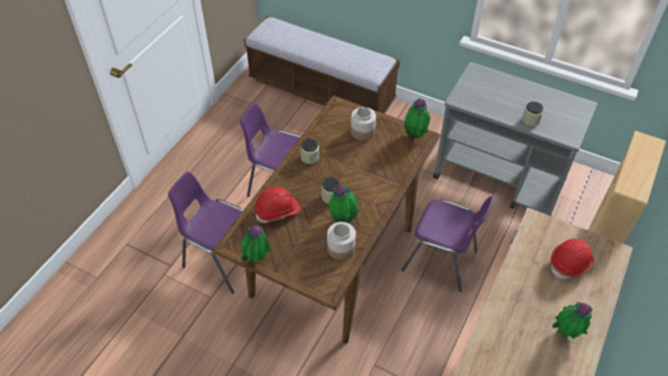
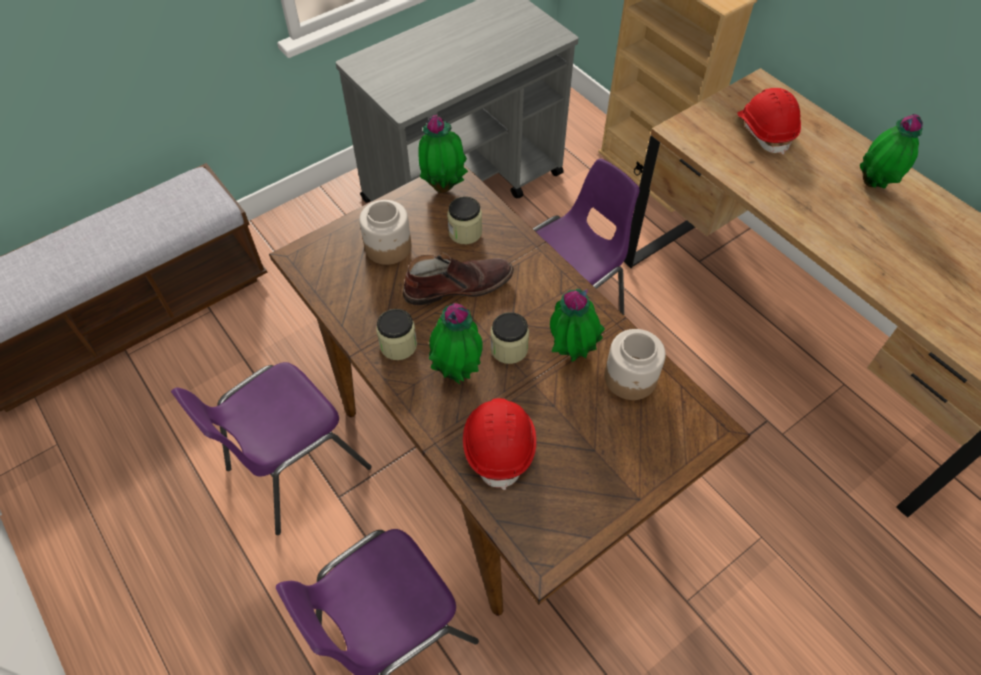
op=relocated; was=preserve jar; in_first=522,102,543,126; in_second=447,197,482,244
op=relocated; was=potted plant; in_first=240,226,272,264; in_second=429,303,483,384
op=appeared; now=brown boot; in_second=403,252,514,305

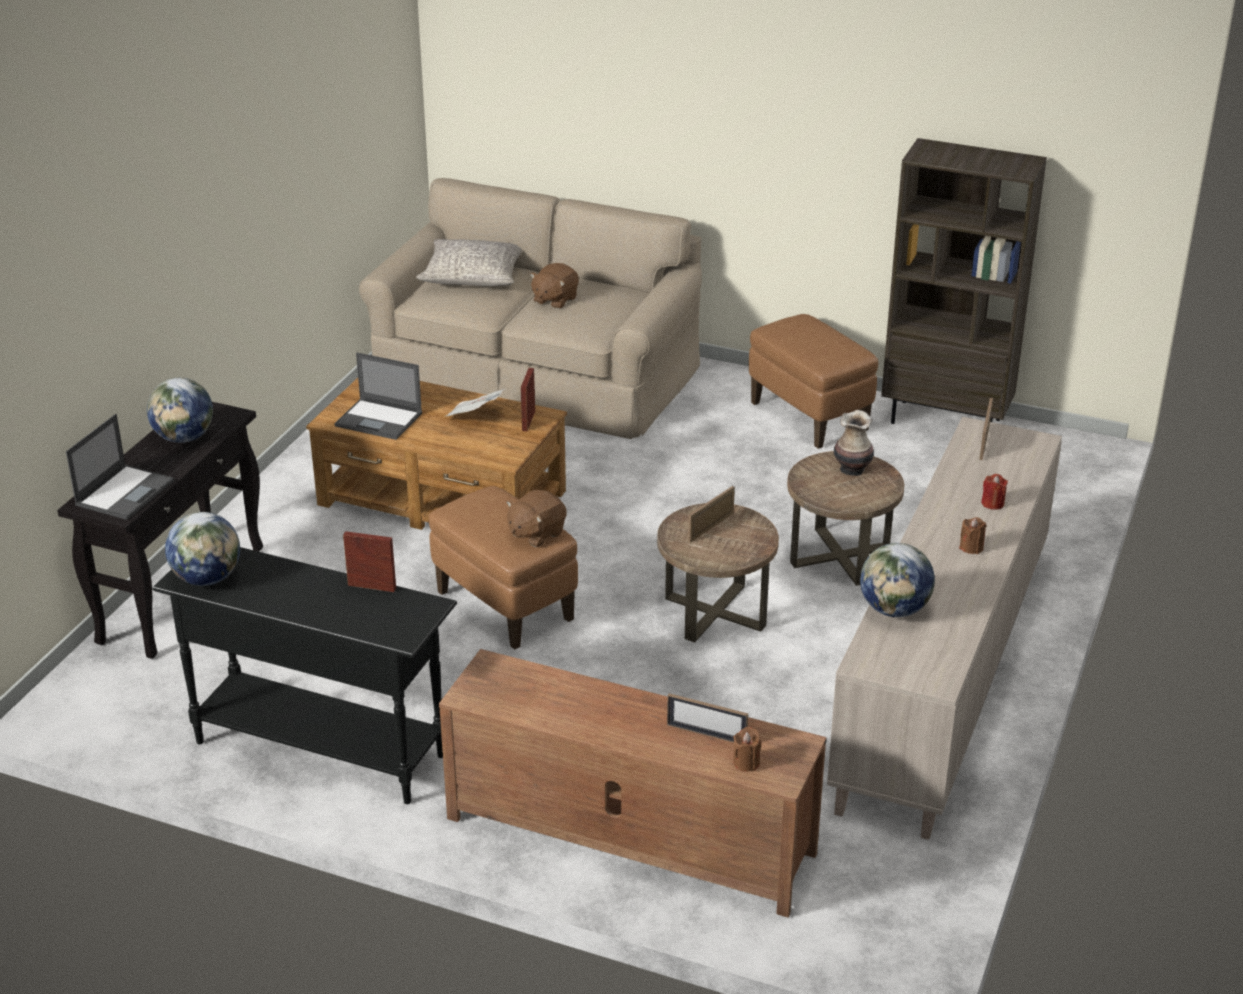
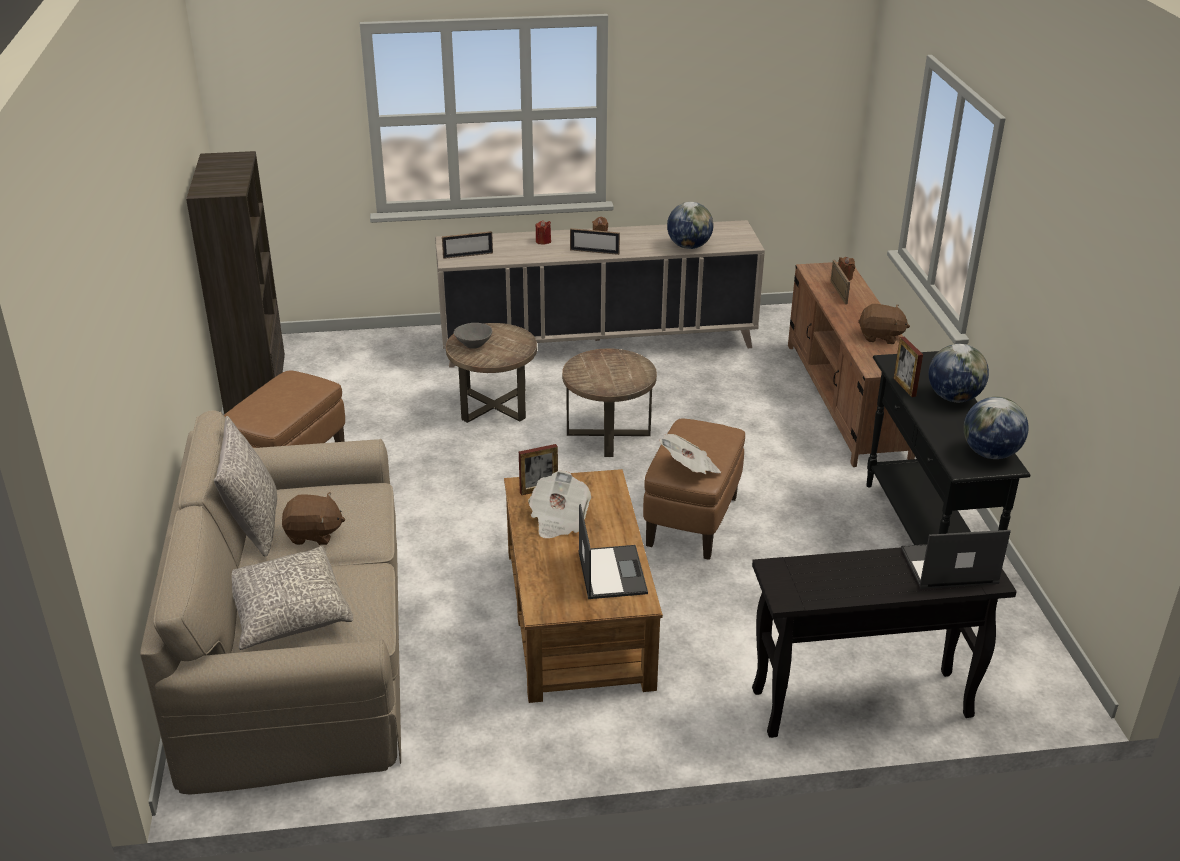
op=relocated; was=desk globe; in_first=147,378,213,443; in_second=929,344,989,402
op=exchanged; was=flower vase; now=grey serving bowl; in_first=834,410,874,476; in_second=454,323,492,349
op=relocated; was=photo frame; in_first=688,486,735,543; in_second=570,228,620,255
op=relocated; was=brown cuddly toy; in_first=506,490,567,547; in_second=858,304,910,344
op=appeared; now=grey throw pillow; in_second=214,416,277,556
op=appeared; now=newspaper; in_second=659,434,721,474

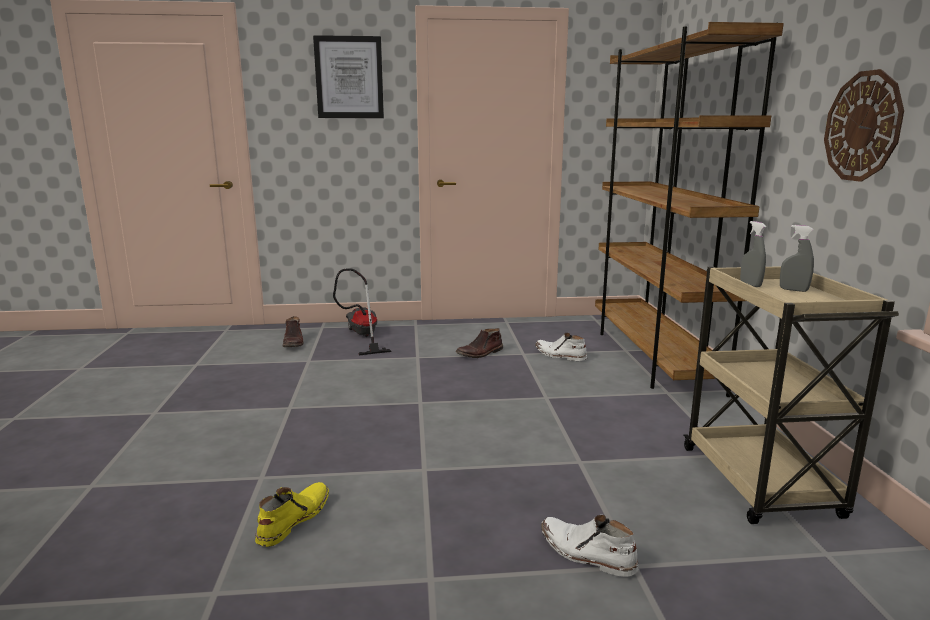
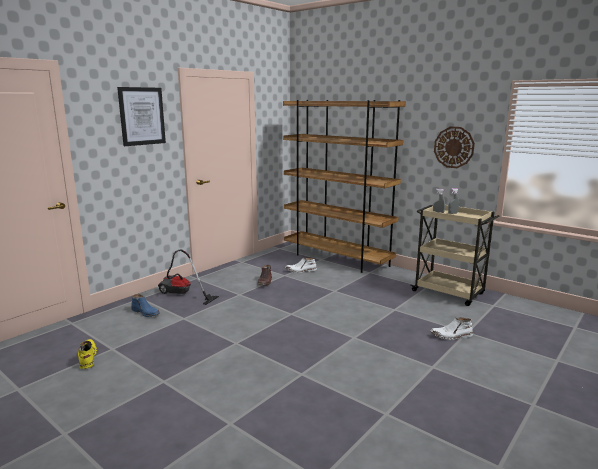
op=colour; was=brown boot; now=bluish boot; in_first=283,316,304,347; in_second=131,294,160,317
op=relocated; was=yellow boot; in_first=255,482,329,547; in_second=78,339,97,369

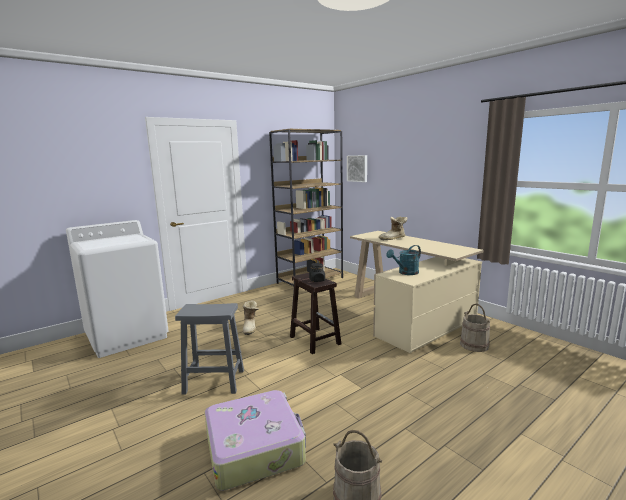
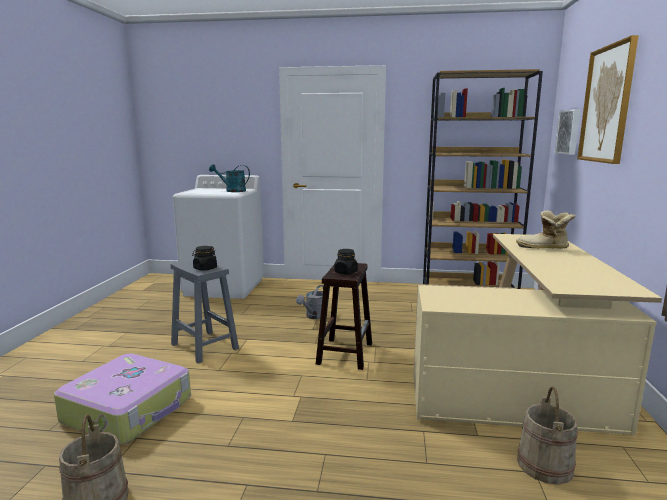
op=relocated; was=turquoise-coloured sprinkling can; in_first=386,245,421,275; in_second=209,164,250,192
op=exchanged; was=boot; now=grey sprinkling can; in_first=242,300,259,335; in_second=296,285,324,319
op=appeared; now=wall picture; in_second=577,35,639,164
op=appeared; now=black-coloured preserve jar; in_second=192,246,217,271

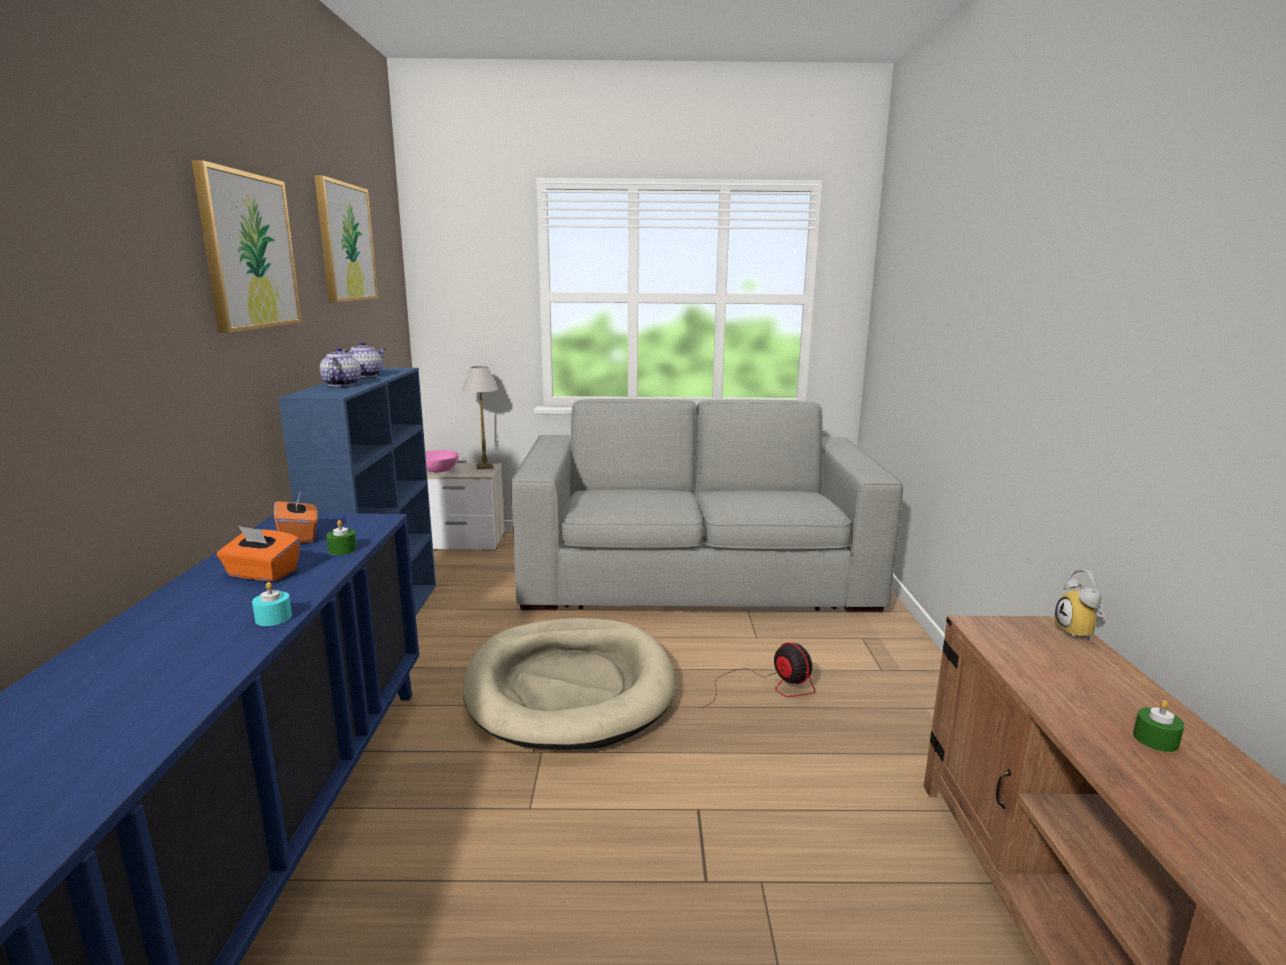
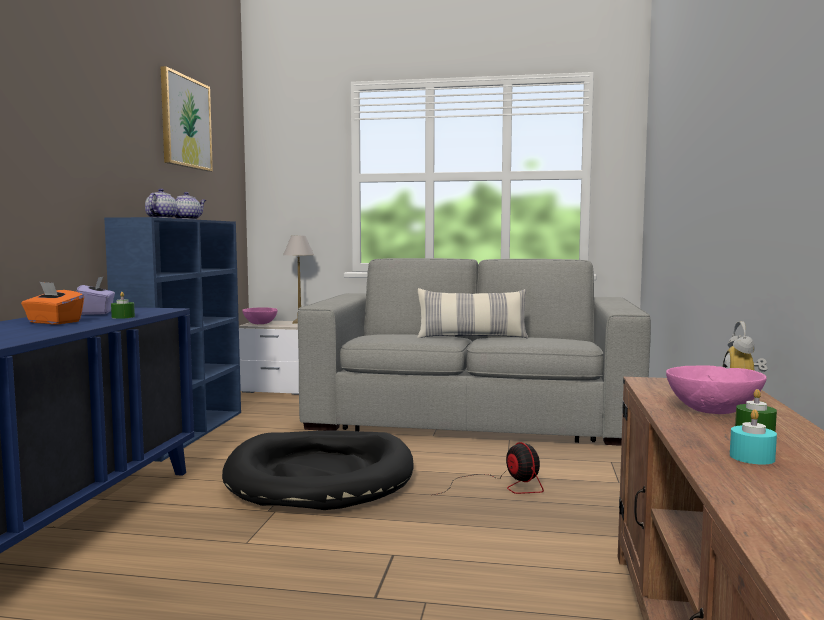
op=missing; was=wall picture; in_first=191,160,302,333
op=colour; was=orangey box of tissues; now=purple-coloured box of tissues; in_first=274,493,318,543; in_second=76,277,115,315
op=relocated; was=turquoise-coloured wax candle; in_first=252,582,292,626; in_second=730,409,777,465
op=colour; was=beige-coloured dog bed; now=black-coloured dog bed; in_first=463,618,675,750; in_second=222,431,413,510
op=appeared; now=throw pillow; in_second=417,288,528,338
op=appeared; now=pinkish serving bowl; in_second=666,365,767,414

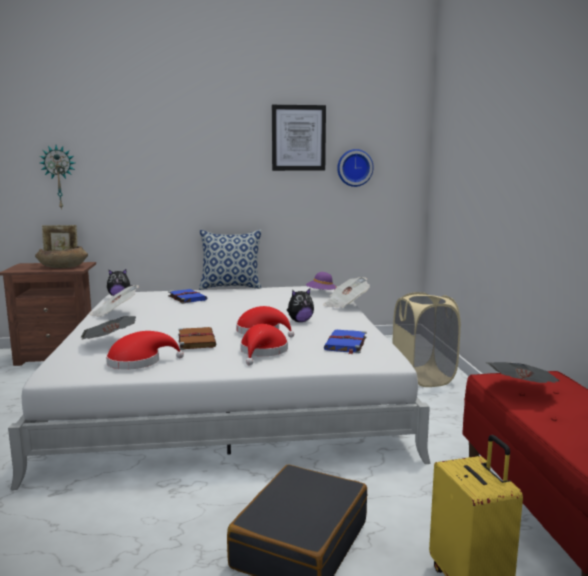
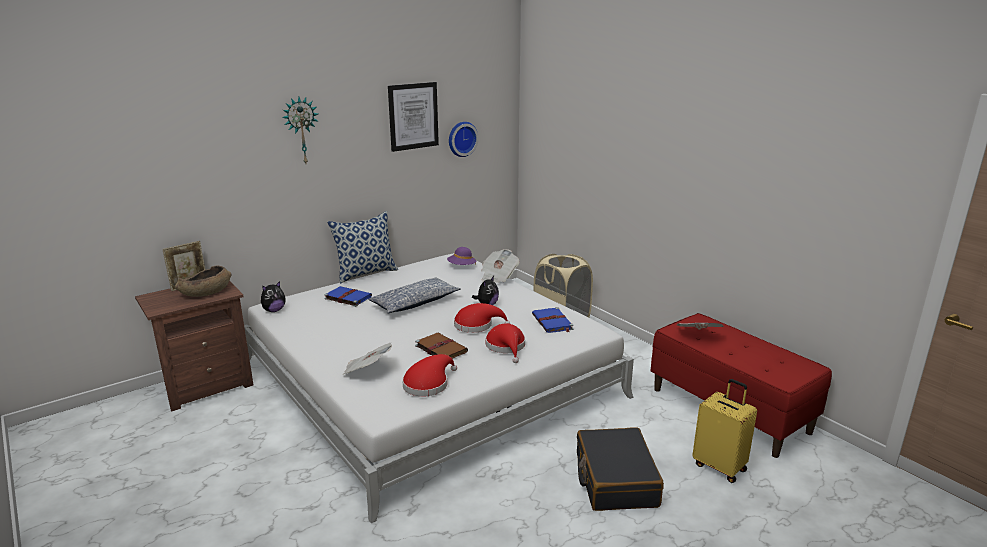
op=relocated; was=wall clock; in_first=40,145,75,210; in_second=282,97,318,163
op=missing; was=newspaper; in_first=90,285,139,317
op=appeared; now=throw pillow; in_second=368,277,461,314

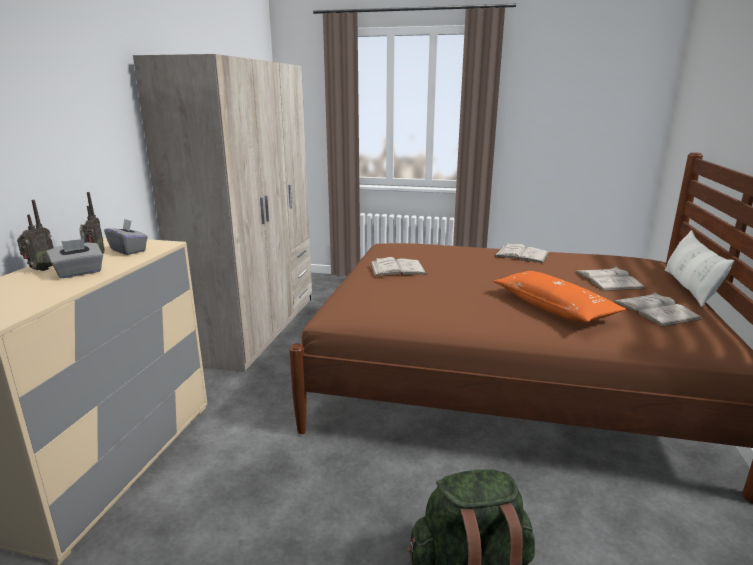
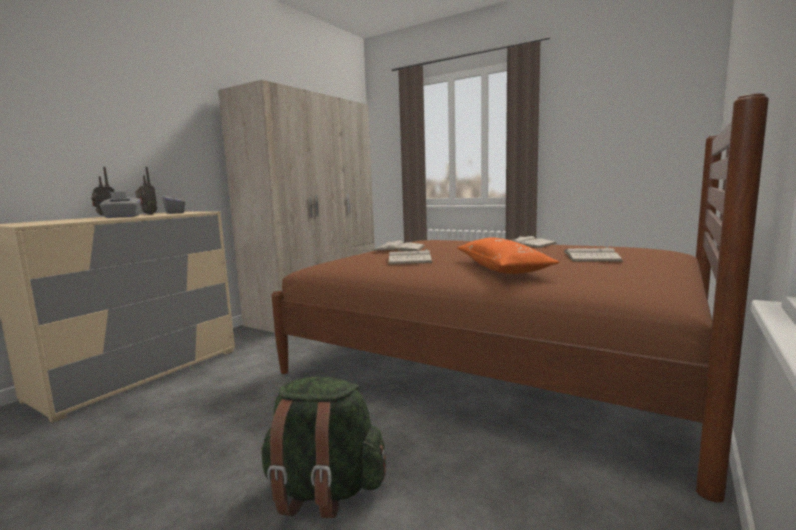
op=missing; was=white throw pillow; in_first=665,230,735,307
op=relocated; was=white bound book; in_first=612,292,703,327; in_second=388,249,433,265

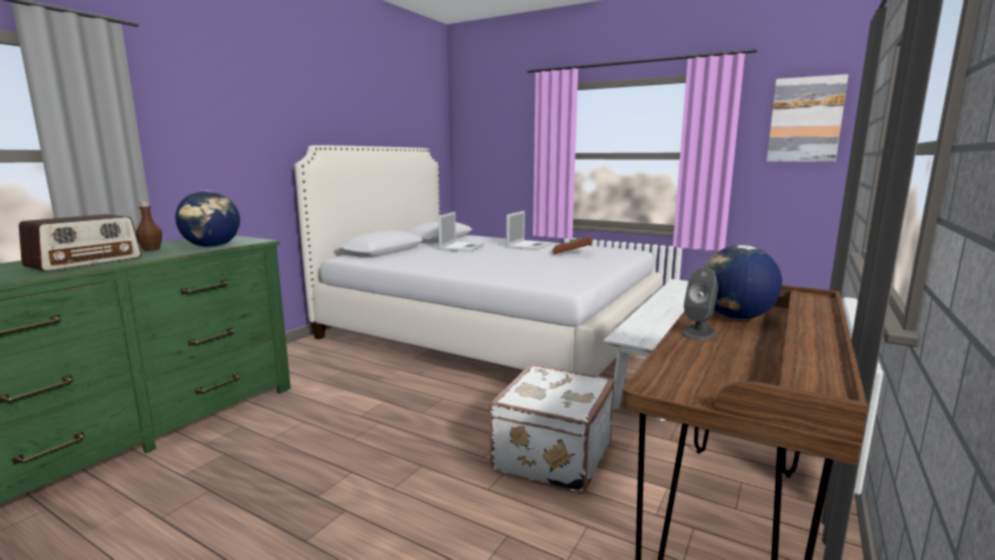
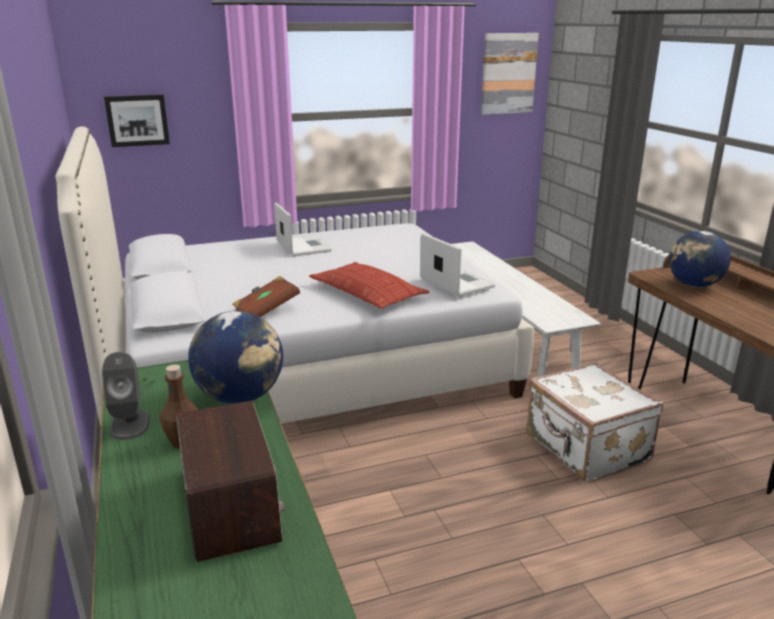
op=relocated; was=laptop; in_first=438,212,485,252; in_second=420,233,495,297
op=relocated; was=brown bound book; in_first=552,235,593,254; in_second=232,276,300,317
op=relocated; was=grey speaker; in_first=681,267,718,340; in_second=102,352,150,440
op=appeared; now=wall picture; in_second=104,95,170,147
op=appeared; now=throw pillow; in_second=309,262,430,309

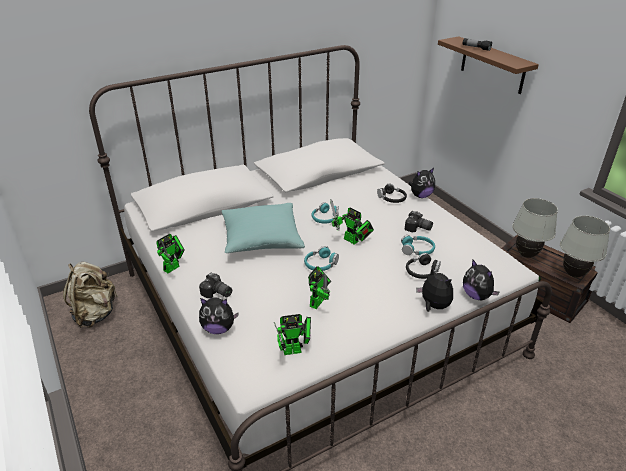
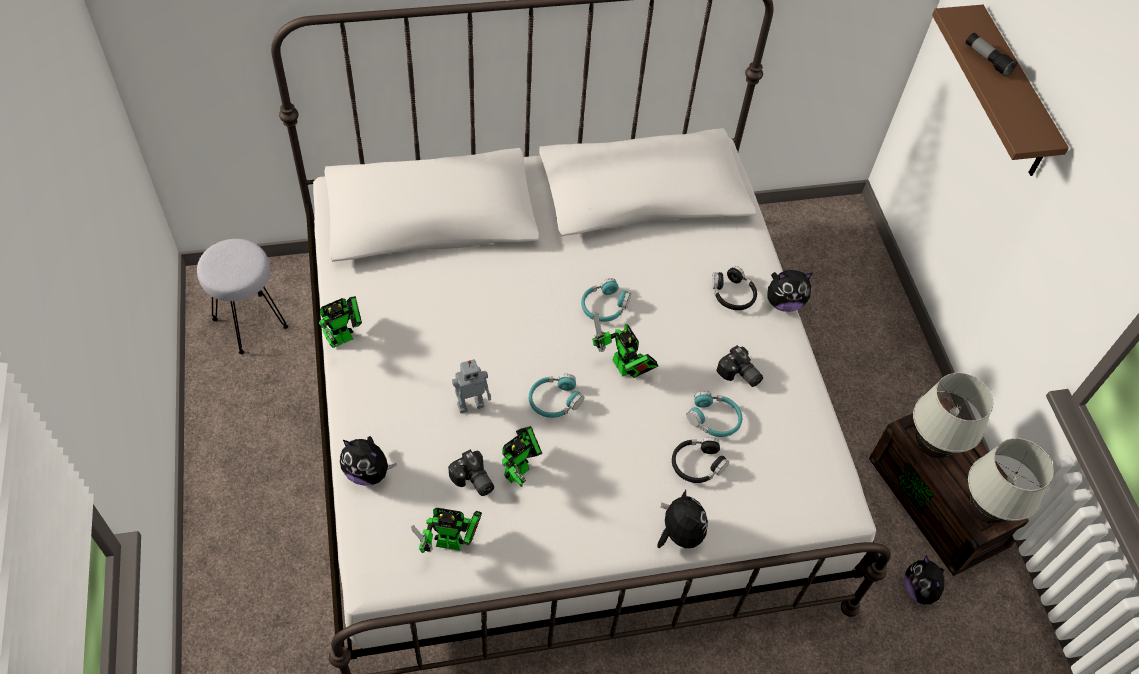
op=missing; was=turquoise-coloured throw pillow; in_first=222,203,305,253
op=relocated; was=cuddly toy; in_first=463,259,499,300; in_second=904,555,946,605
op=exchanged; was=beige-coloured backpack; now=grey sitting stool; in_first=63,262,118,328; in_second=197,239,288,354
op=relocated; was=photo camera; in_first=199,273,232,298; in_second=448,449,494,496
op=appeared; now=robot figure; in_second=452,359,491,413

